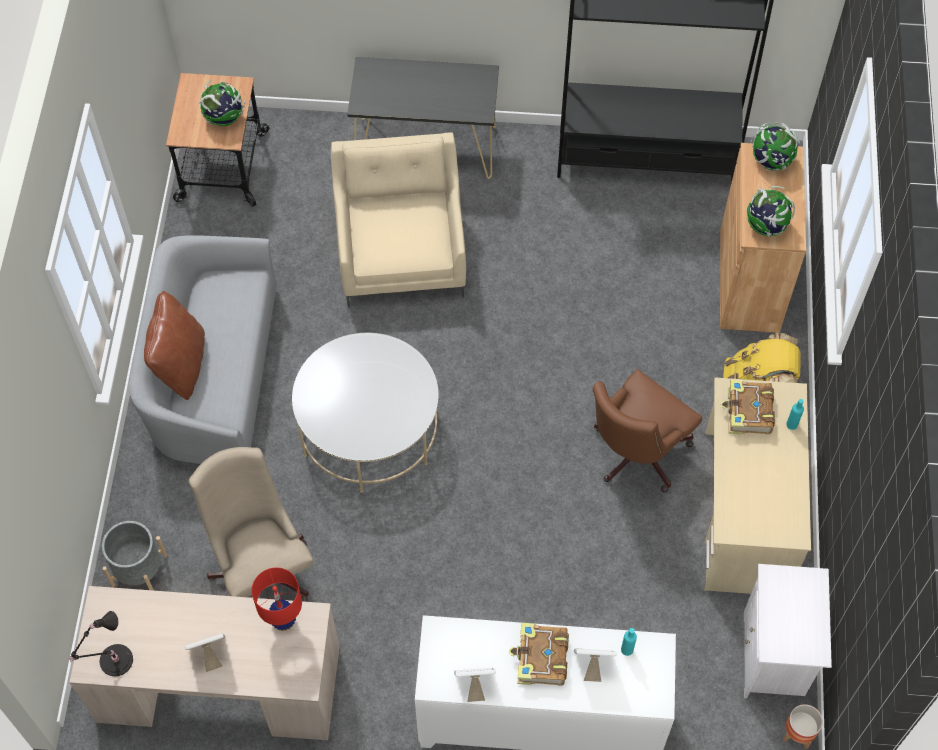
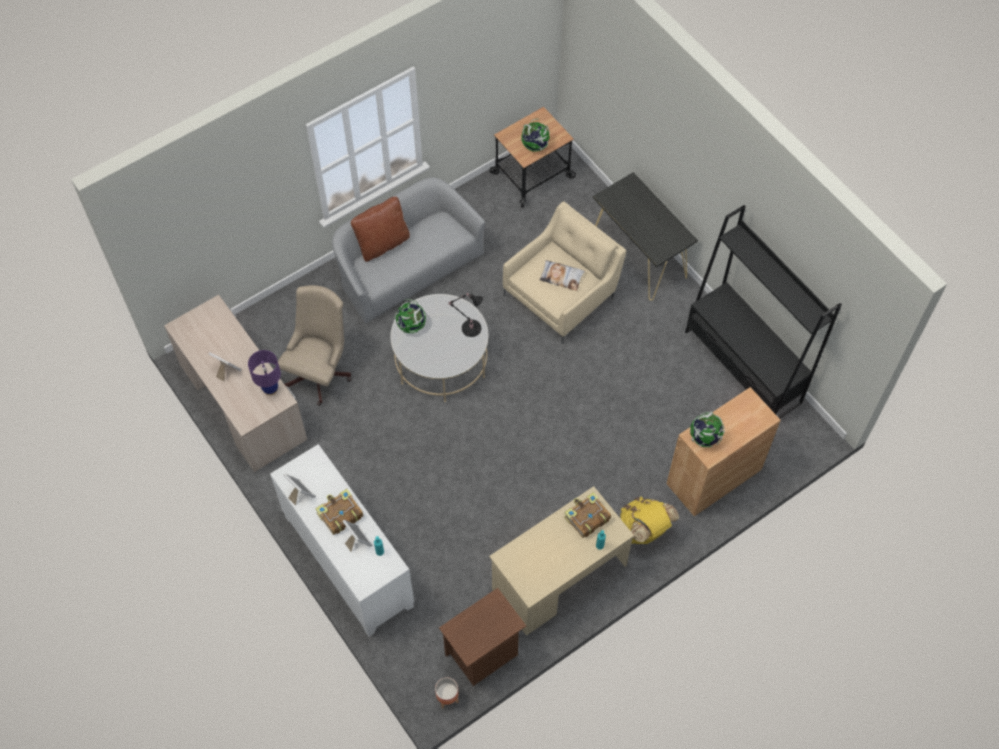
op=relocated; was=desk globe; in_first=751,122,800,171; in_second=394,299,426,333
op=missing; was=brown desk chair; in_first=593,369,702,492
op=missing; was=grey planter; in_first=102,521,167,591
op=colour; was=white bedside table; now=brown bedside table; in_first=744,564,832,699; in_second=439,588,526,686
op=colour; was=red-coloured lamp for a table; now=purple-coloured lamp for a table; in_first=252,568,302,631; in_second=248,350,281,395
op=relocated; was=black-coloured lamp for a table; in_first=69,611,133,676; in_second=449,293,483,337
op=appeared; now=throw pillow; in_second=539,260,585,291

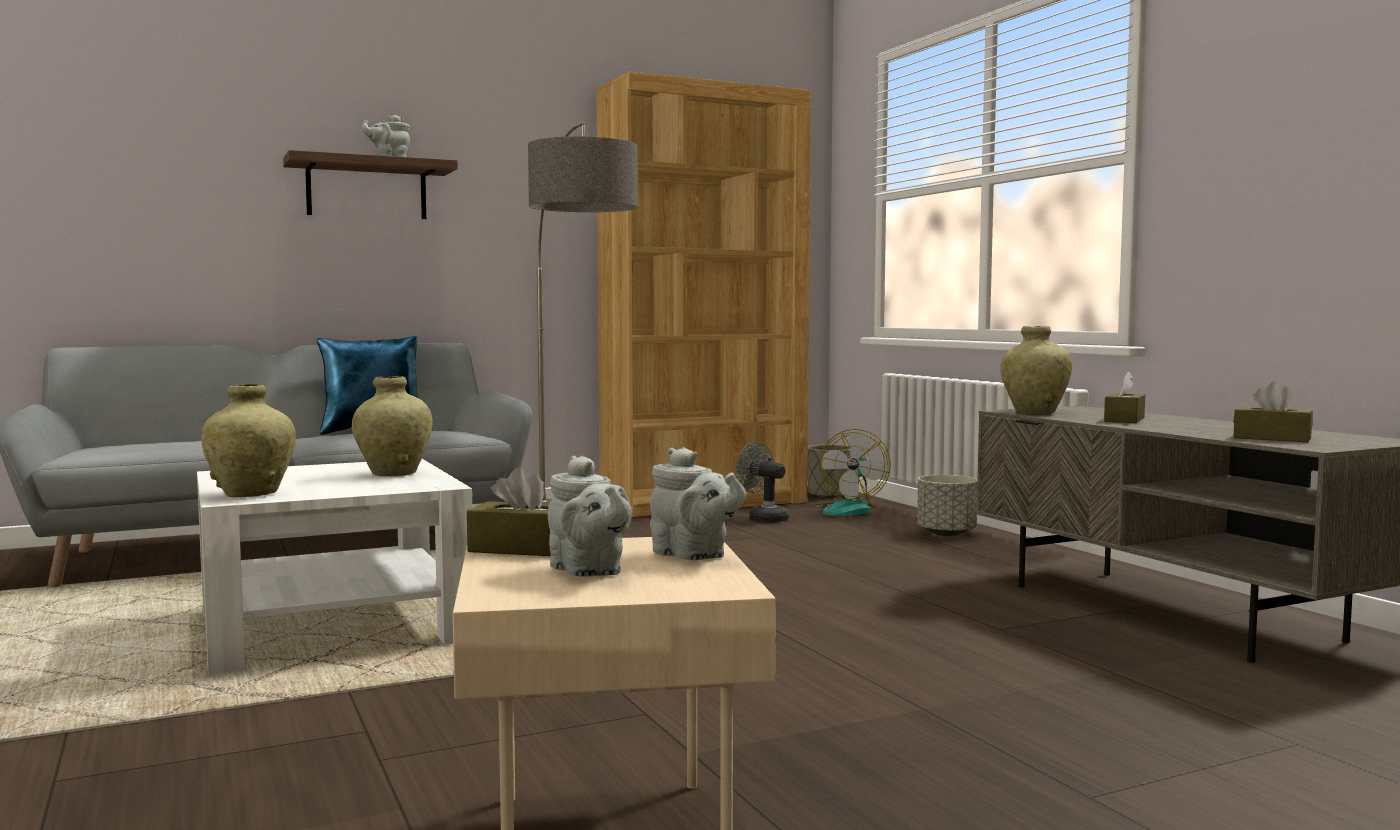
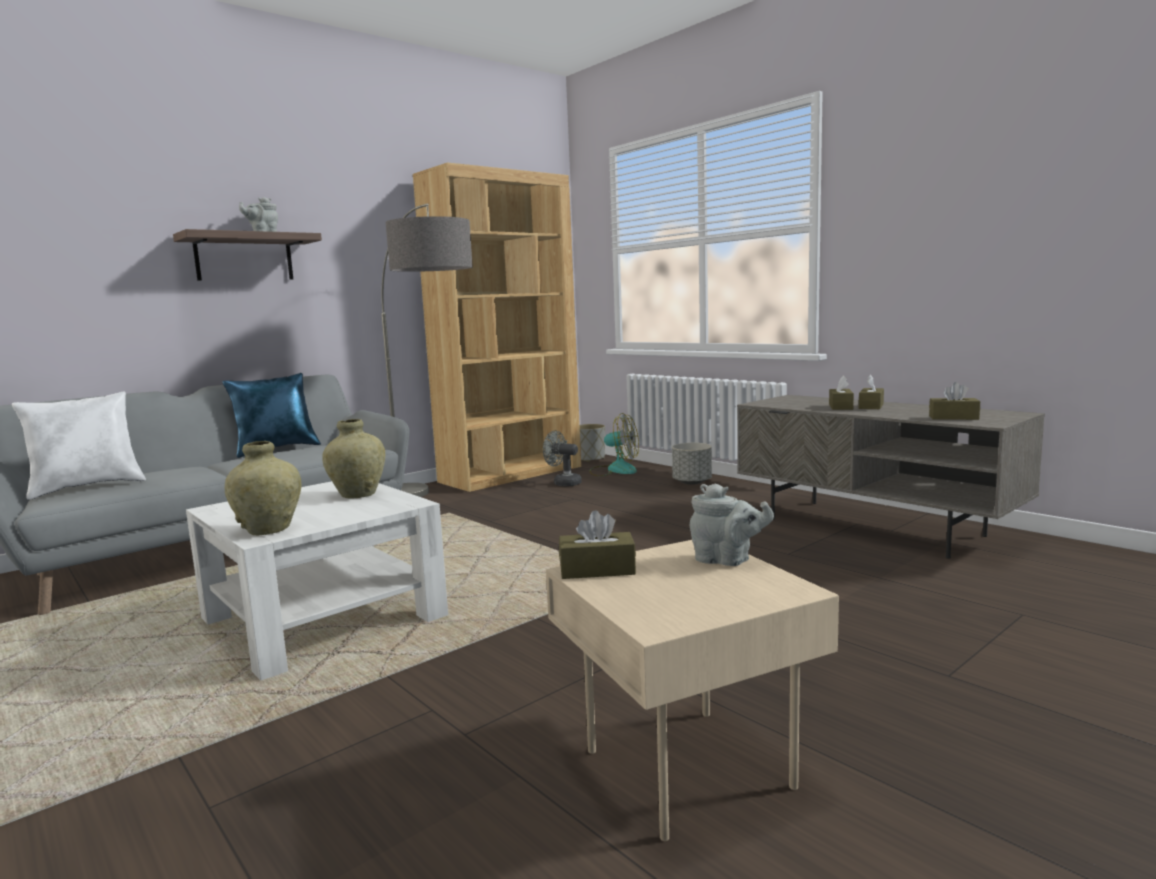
op=missing; was=beige-coloured flower vase; in_first=1000,326,1072,414
op=spun; was=electric fan; in_first=813,429,891,516; in_second=589,413,639,476; clockwise=-75
op=missing; was=grey teapot; in_first=548,456,632,577
op=appeared; now=brown box of tissues; in_second=859,375,884,409
op=appeared; now=white throw pillow; in_second=12,391,146,500

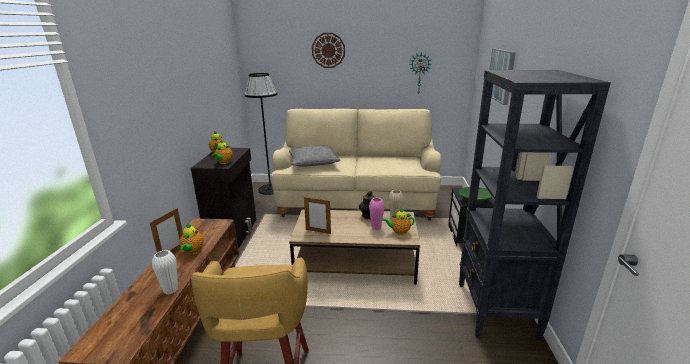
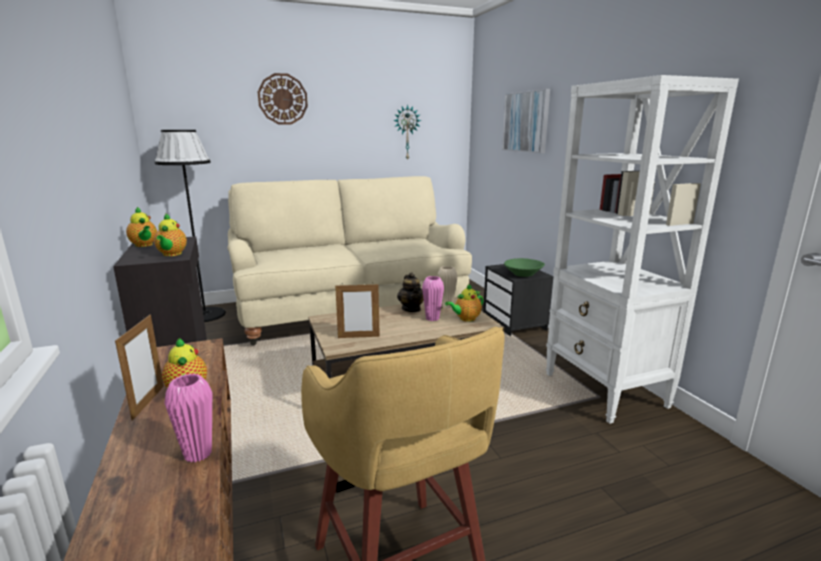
op=colour; was=black-coloured bookcase; now=white bookcase; in_first=459,70,611,341; in_second=546,75,739,424
op=missing; was=grey throw pillow; in_first=289,145,341,167
op=colour; was=white flower vase; now=pinkish flower vase; in_first=152,250,178,295; in_second=164,374,212,462

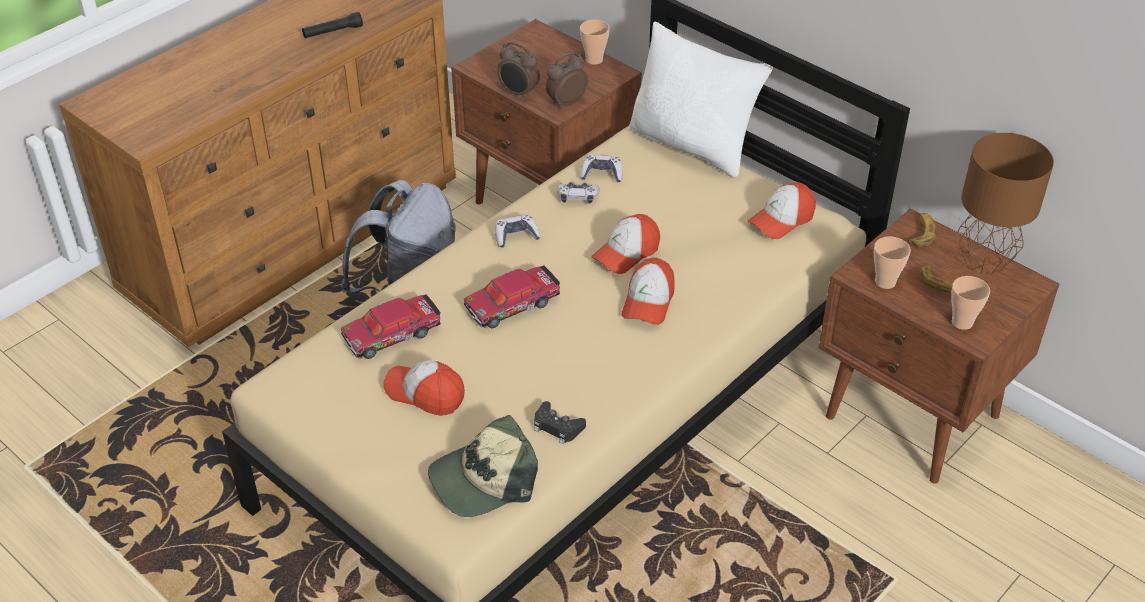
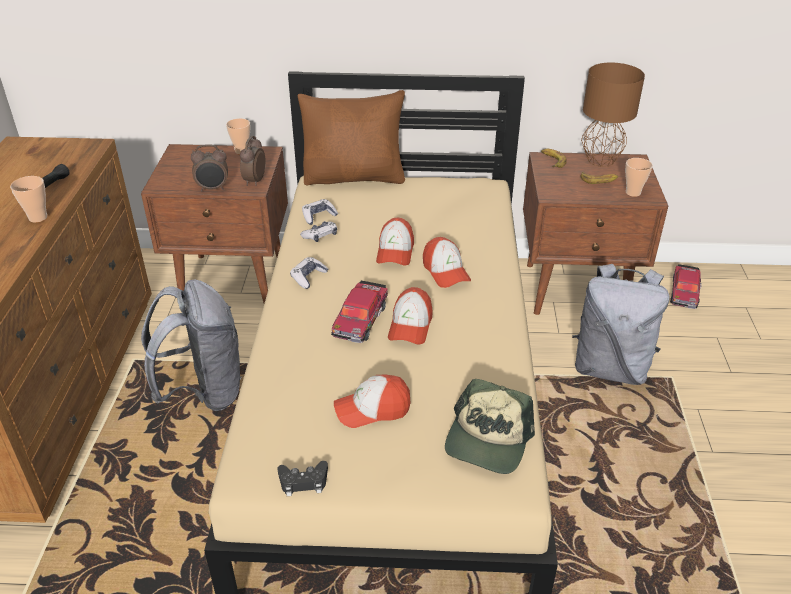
op=colour; was=white throw pillow; now=brown throw pillow; in_first=629,22,773,178; in_second=298,90,405,185
op=relocated; was=peaked cap; in_first=747,182,816,239; in_second=388,287,432,344
op=relocated; was=drinking cup; in_first=874,236,911,289; in_second=10,176,47,223
op=relocated; was=toy car; in_first=341,294,441,359; in_second=670,264,702,309
op=relocated; was=black-coloured gamepad; in_first=534,401,586,444; in_second=277,461,328,496
op=appeared; now=grey backpack; in_second=572,264,670,385

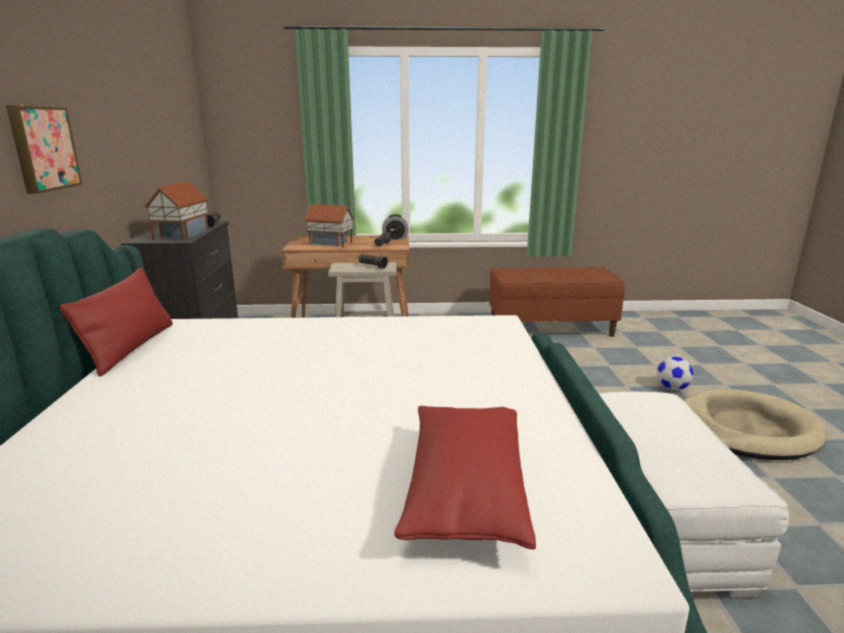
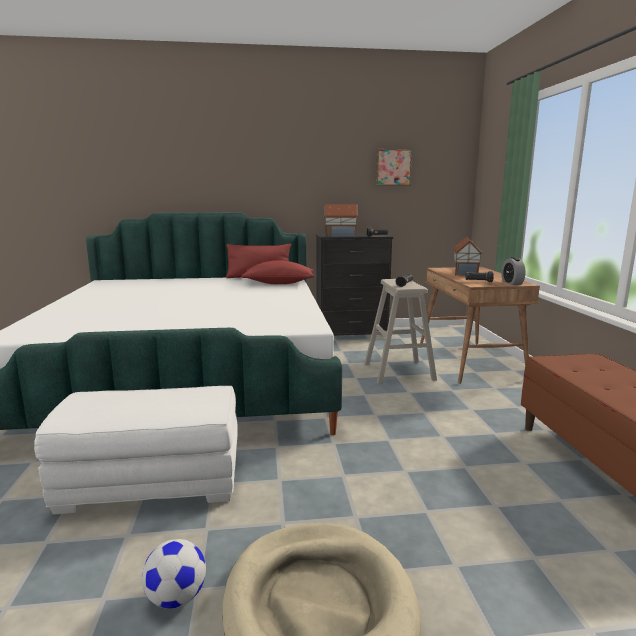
op=relocated; was=wall picture; in_first=6,105,83,194; in_second=376,149,412,186
op=relocated; was=ball for football; in_first=657,357,693,390; in_second=142,539,206,608
op=relocated; was=red-coloured throw pillow; in_first=394,406,536,549; in_second=241,261,314,284

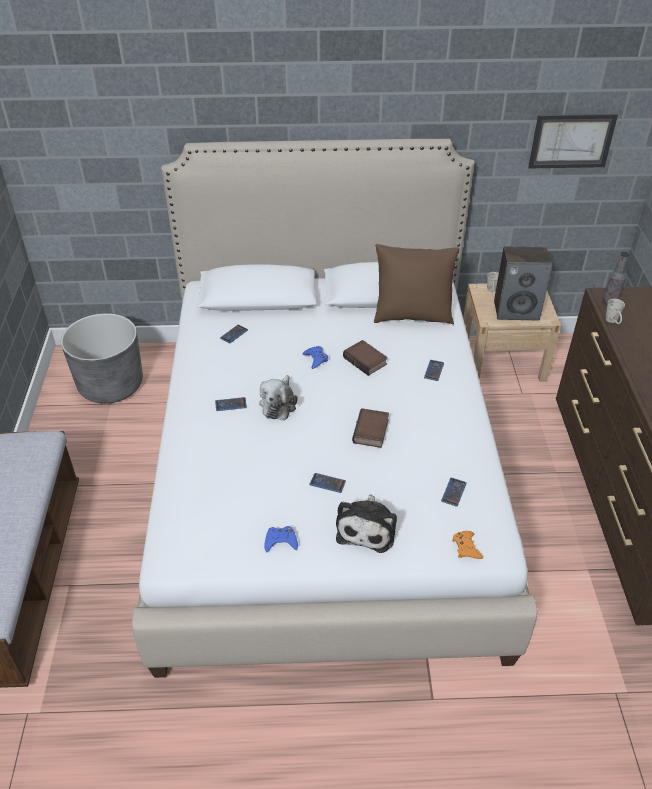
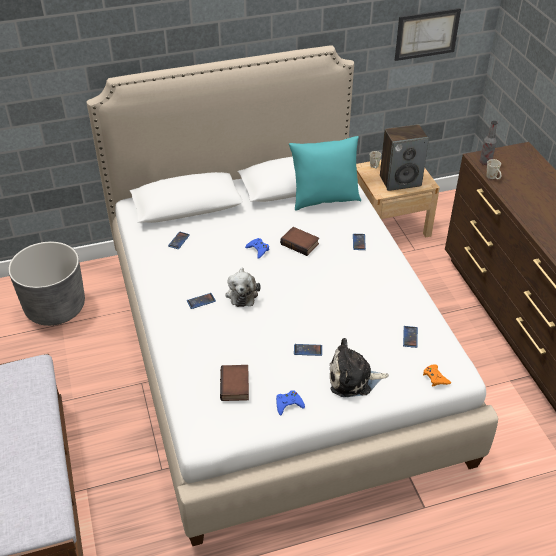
op=colour; was=brown throw pillow; now=turquoise-coloured throw pillow; in_first=374,244,459,325; in_second=289,136,361,211
op=relocated; was=bound book; in_first=352,408,389,448; in_second=220,365,249,401
op=spun; was=cuddly toy; in_first=336,494,397,553; in_second=330,338,389,397; clockwise=90

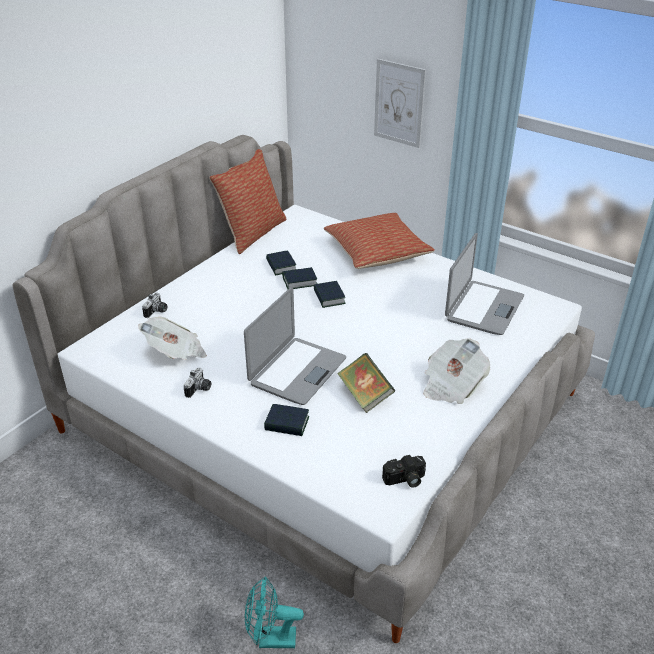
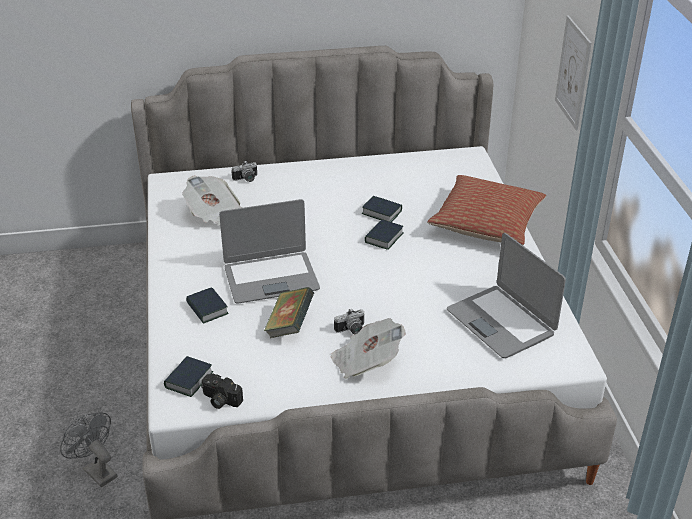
op=missing; was=throw pillow; in_first=209,149,286,254
op=spun; was=laptop; in_first=445,233,524,335; in_second=447,233,566,358; clockwise=75
op=relocated; was=bound book; in_first=266,250,296,276; in_second=164,356,213,397
op=relocated; was=photo camera; in_first=184,367,211,398; in_second=334,308,365,334
op=colour; was=turquoise-coloured electric fan; now=grey electric fan; in_first=245,577,304,648; in_second=60,412,117,487

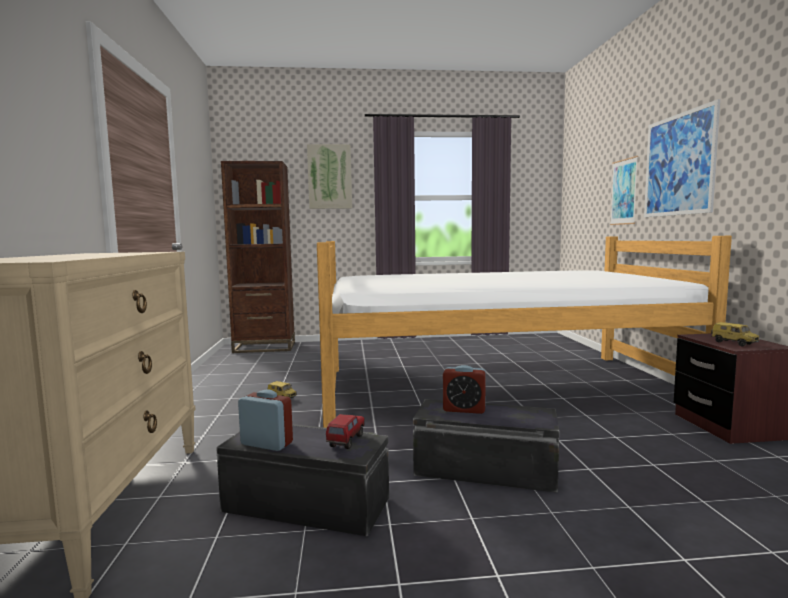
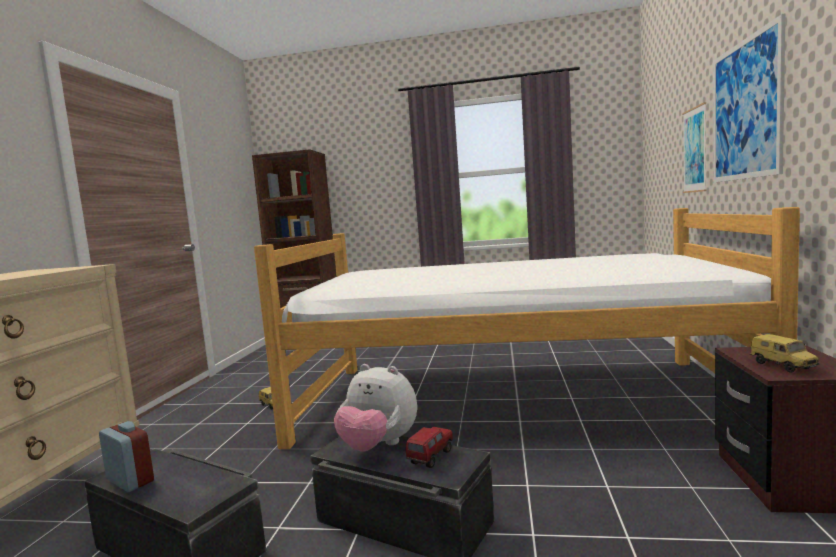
op=missing; was=wall picture; in_first=307,144,352,209
op=exchanged; was=alarm clock; now=cuddly toy; in_first=443,365,486,414; in_second=334,364,417,451
op=relocated; was=toy lorry; in_first=326,414,365,449; in_second=405,427,453,468

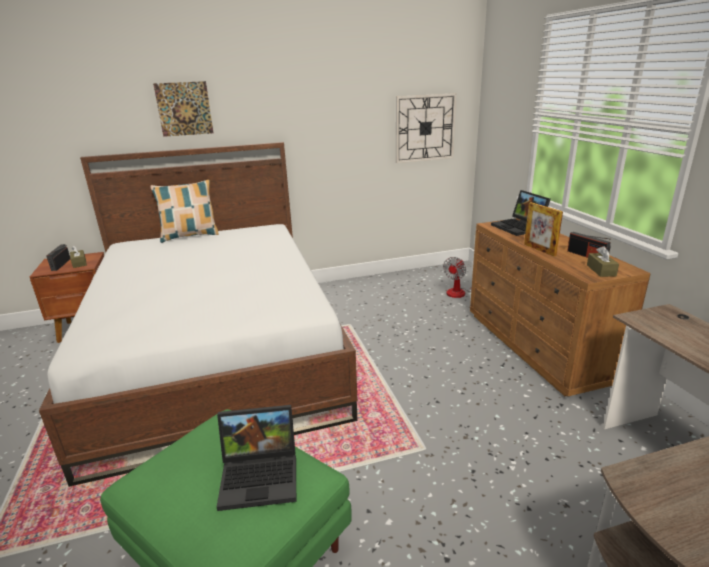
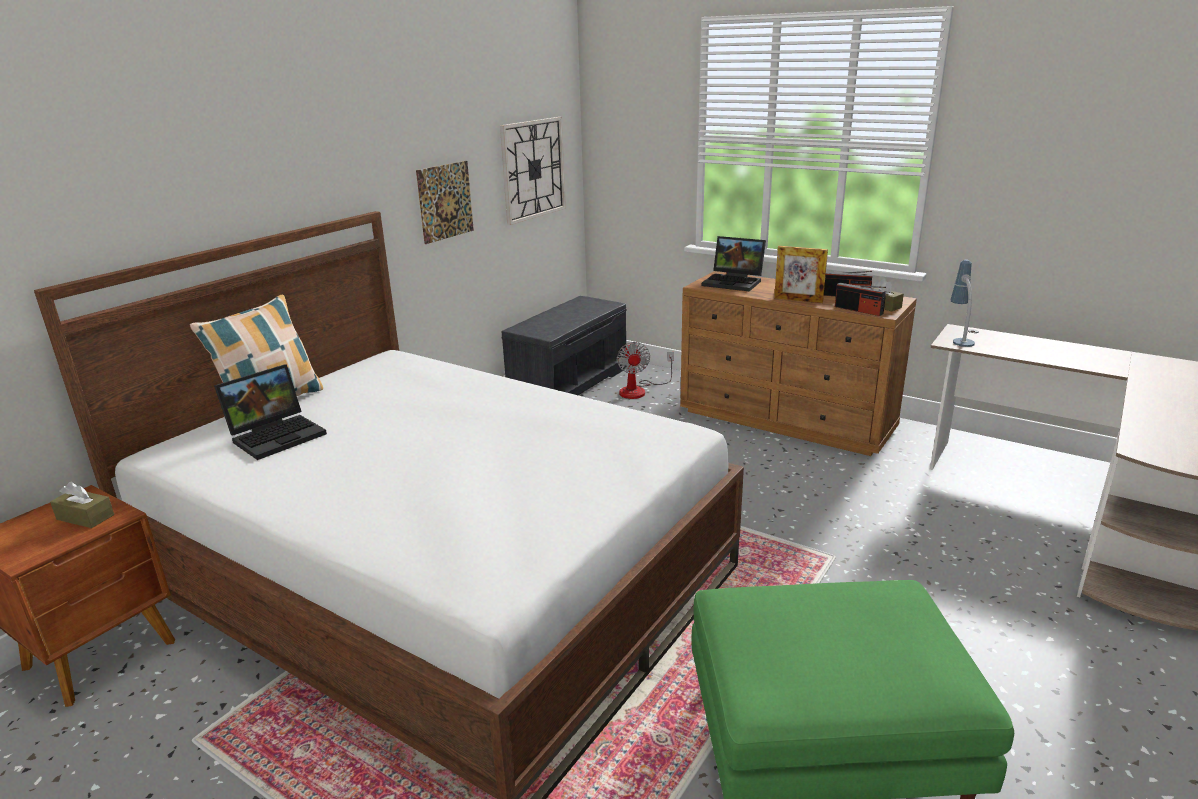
op=relocated; was=wall picture; in_first=153,81,214,137; in_second=416,161,474,244
op=relocated; was=radio; in_first=46,244,70,271; in_second=835,283,886,316
op=relocated; was=laptop; in_first=217,405,296,511; in_second=214,364,327,460
op=appeared; now=lamp for a table; in_second=951,260,975,347
op=appeared; now=grey long seat; in_second=502,296,627,395

